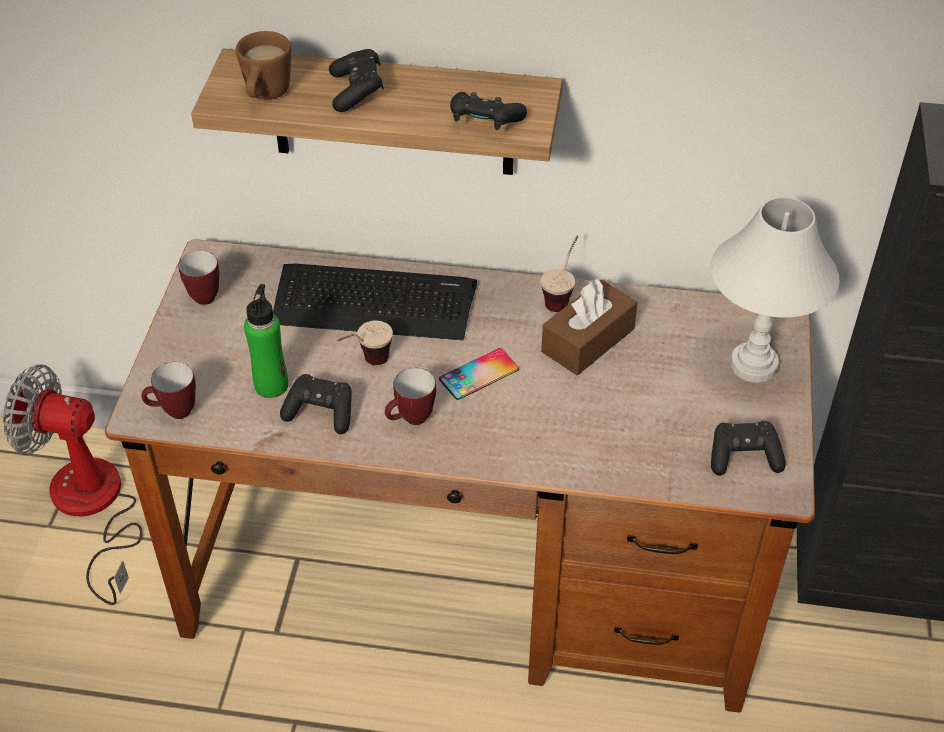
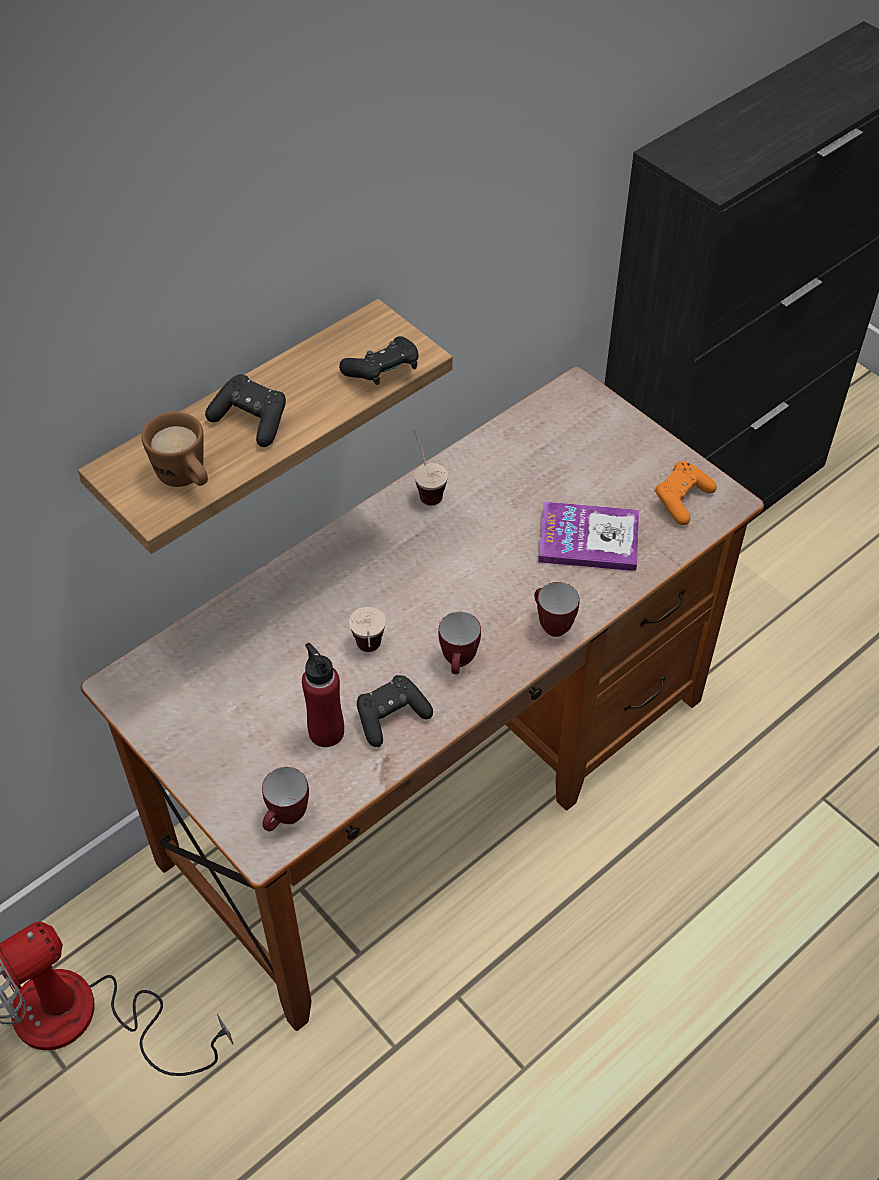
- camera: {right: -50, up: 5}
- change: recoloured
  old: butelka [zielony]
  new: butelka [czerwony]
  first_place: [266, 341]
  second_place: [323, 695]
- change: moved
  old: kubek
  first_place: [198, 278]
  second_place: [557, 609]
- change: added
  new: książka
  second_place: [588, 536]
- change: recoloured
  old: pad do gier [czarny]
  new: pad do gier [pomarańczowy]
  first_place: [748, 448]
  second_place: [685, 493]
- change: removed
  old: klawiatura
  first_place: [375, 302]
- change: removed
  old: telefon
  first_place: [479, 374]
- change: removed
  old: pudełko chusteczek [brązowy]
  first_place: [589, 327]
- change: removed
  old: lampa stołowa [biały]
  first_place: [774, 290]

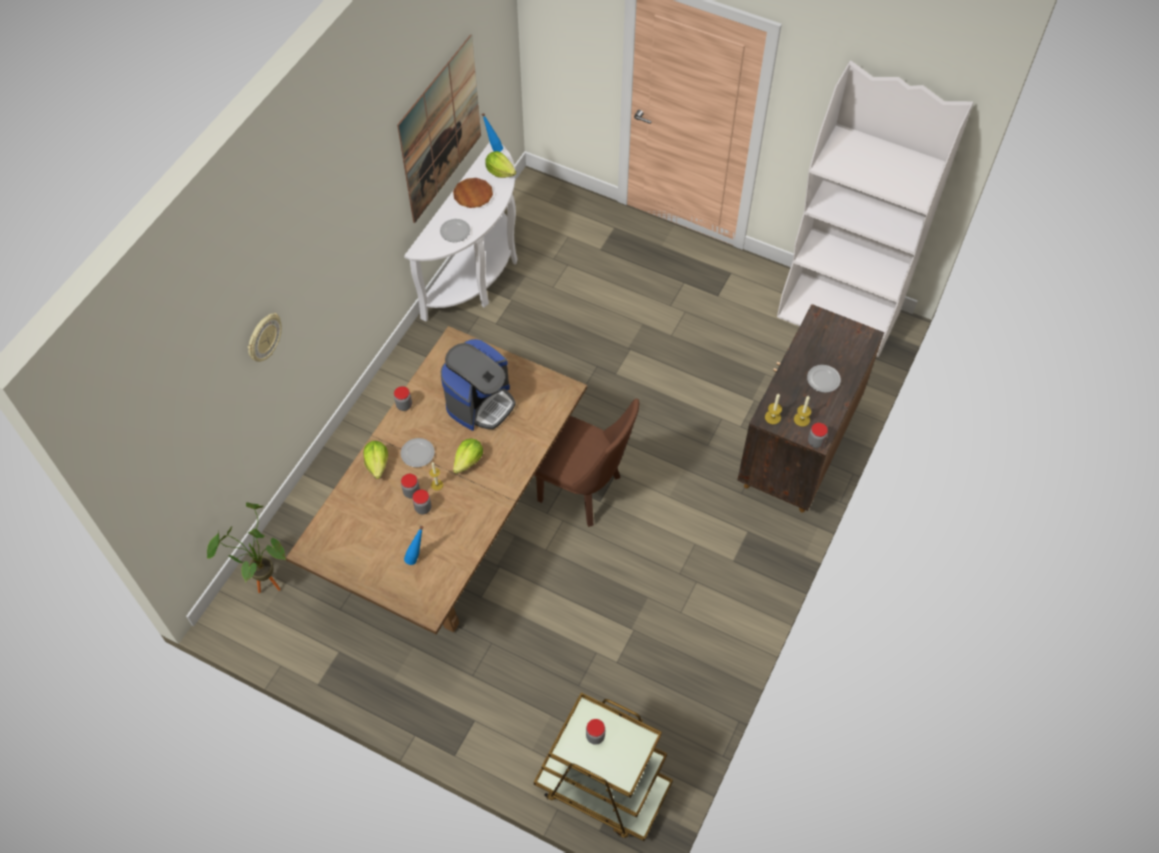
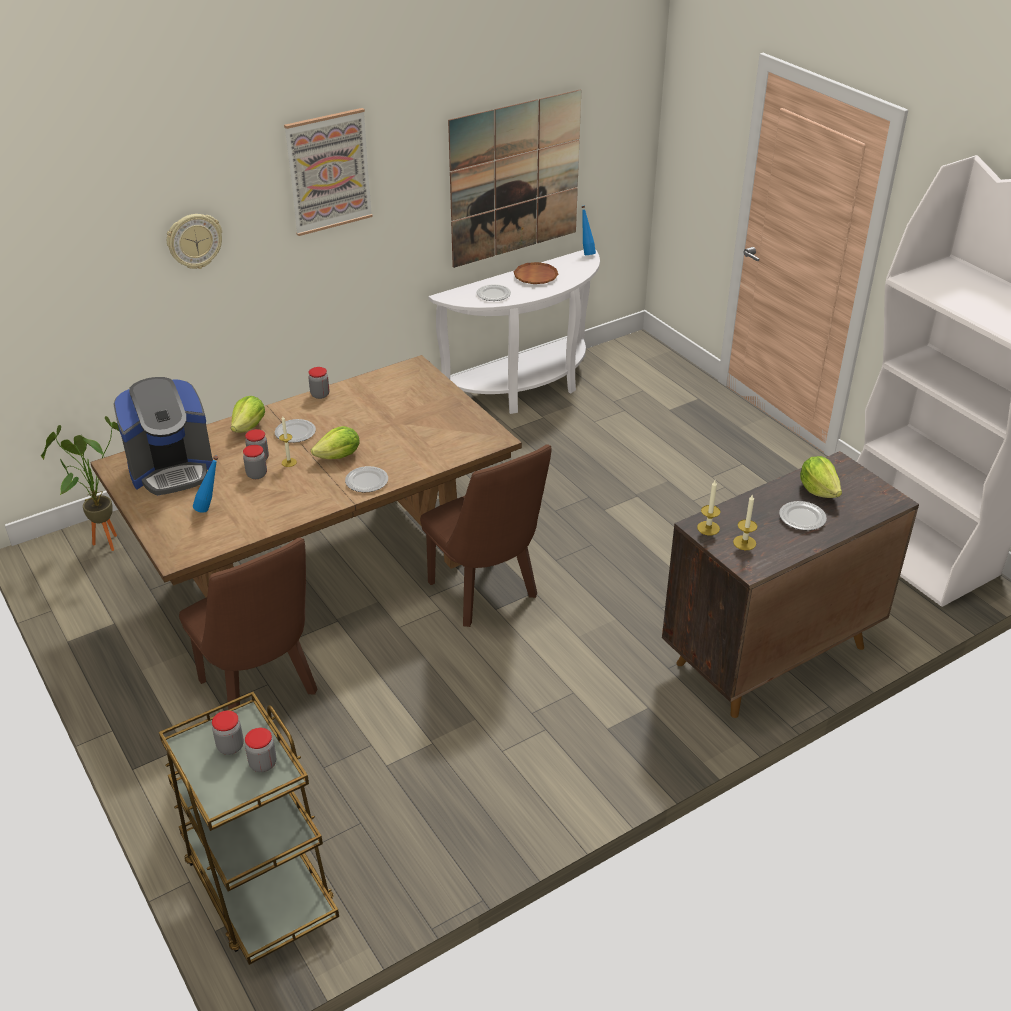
- camera: {right: 30, up: -20}
- change: moved
  old: ekspres do kawy
  first_place: [478, 385]
  second_place: [163, 436]
- change: added
  new: krzesło [brązowy]
  second_place: [248, 624]
- change: moved
  old: słoik
  first_place: [818, 435]
  second_place: [260, 750]
- change: added
  new: obraz
  second_place: [328, 172]
- change: added
  new: talerz
  second_place: [366, 479]
- change: moved
  old: sałata
  first_place: [500, 164]
  second_place: [821, 477]

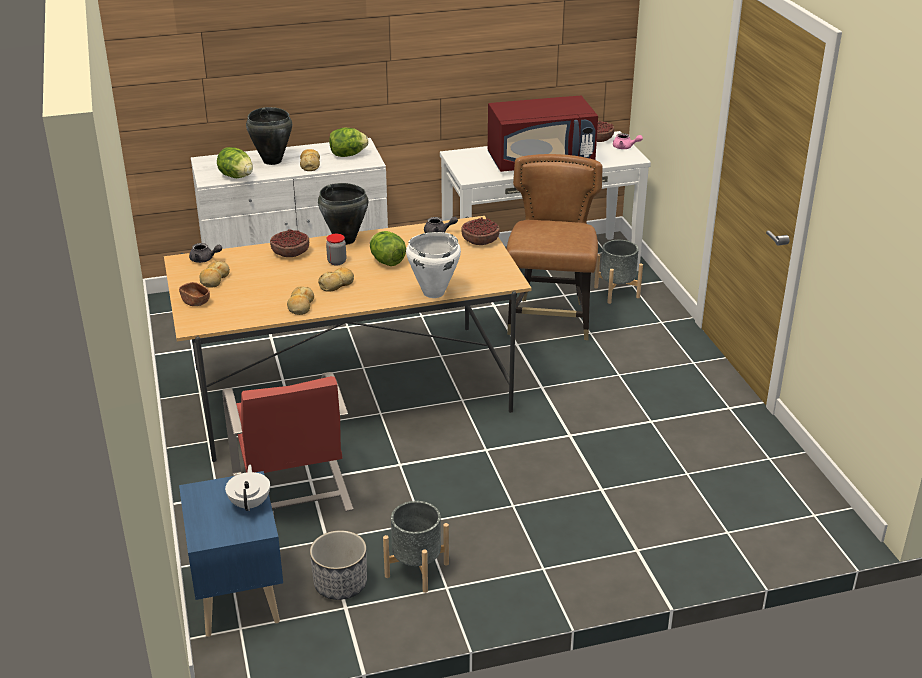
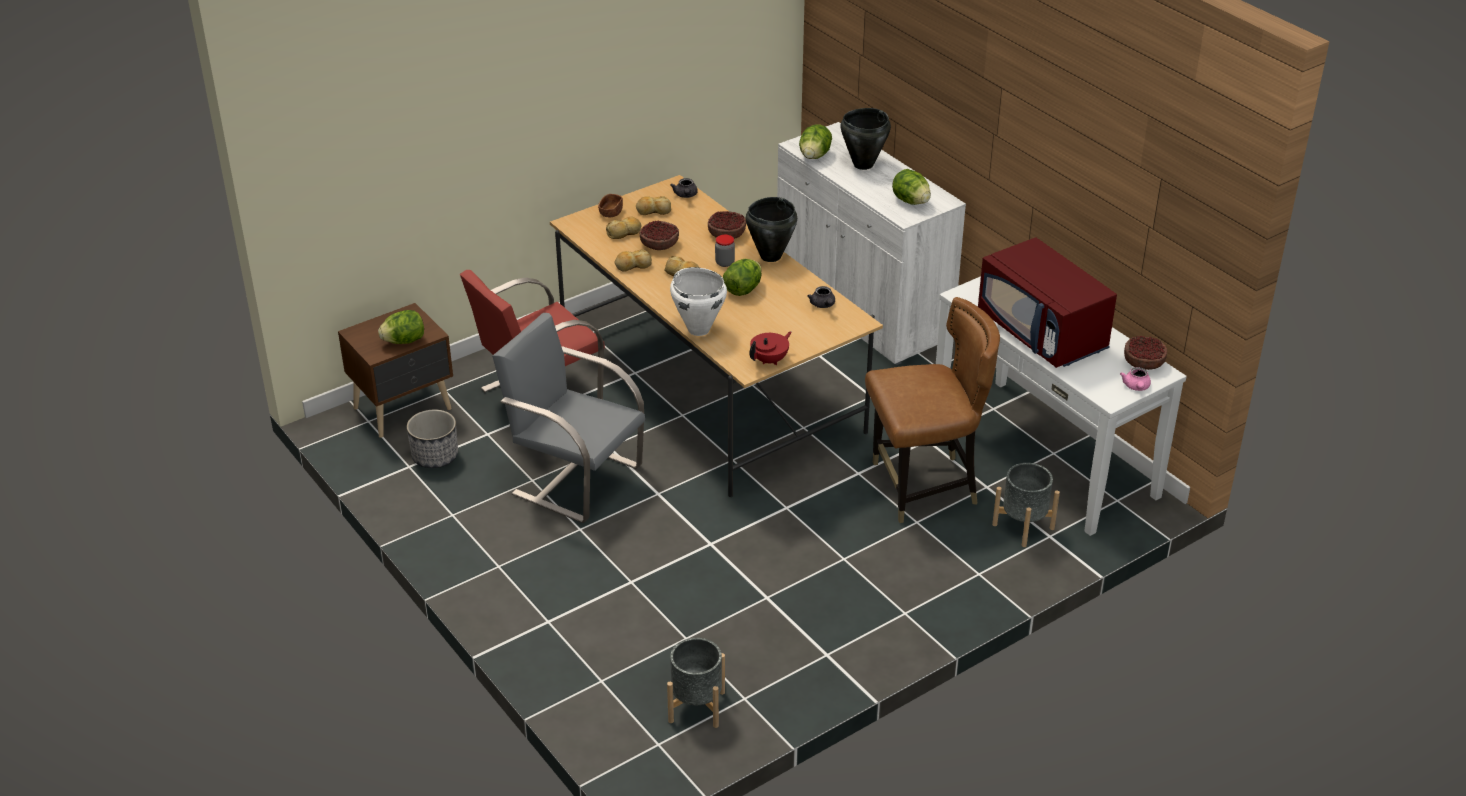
- camera: {right: 70, up: 5}
- change: recoloured
  old: szafka nocna [niebieski]
  new: szafka nocna [brązowy]
  first_place: [231, 554]
  second_place: [395, 370]
- change: replaced
  old: imbryk [biały]
  new: sałata
  first_place: [247, 488]
  second_place: [401, 327]
- change: added
  new: krzesło [szary]
  second_place: [568, 418]
- change: moved
  old: chleb
  first_place: [310, 160]
  second_place: [624, 228]
- change: moved
  old: miska
  first_place: [481, 231]
  second_place: [659, 235]
- change: moved
  old: donica [szary]
  first_place: [416, 547]
  second_place: [696, 683]
- change: added
  new: imbryk [czerwony]
  second_place: [770, 348]

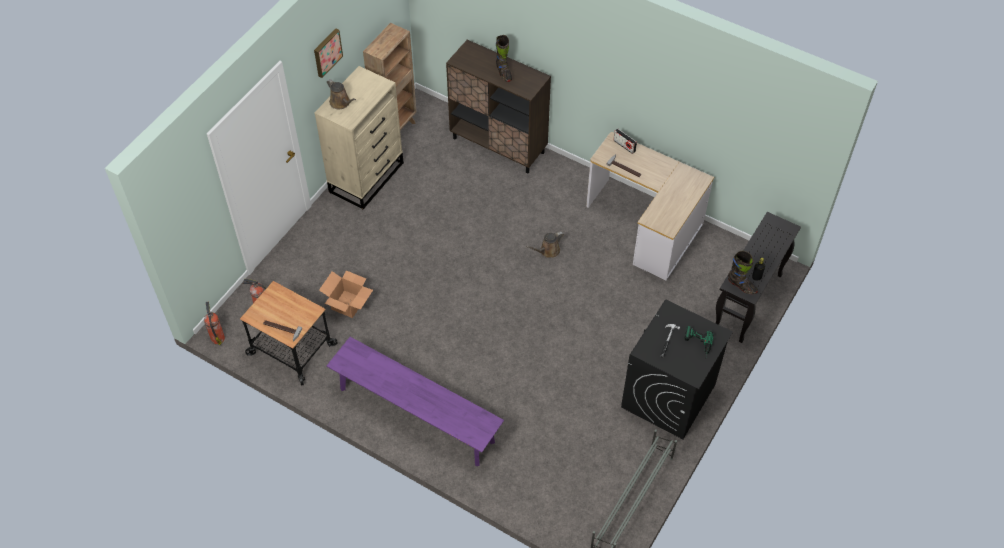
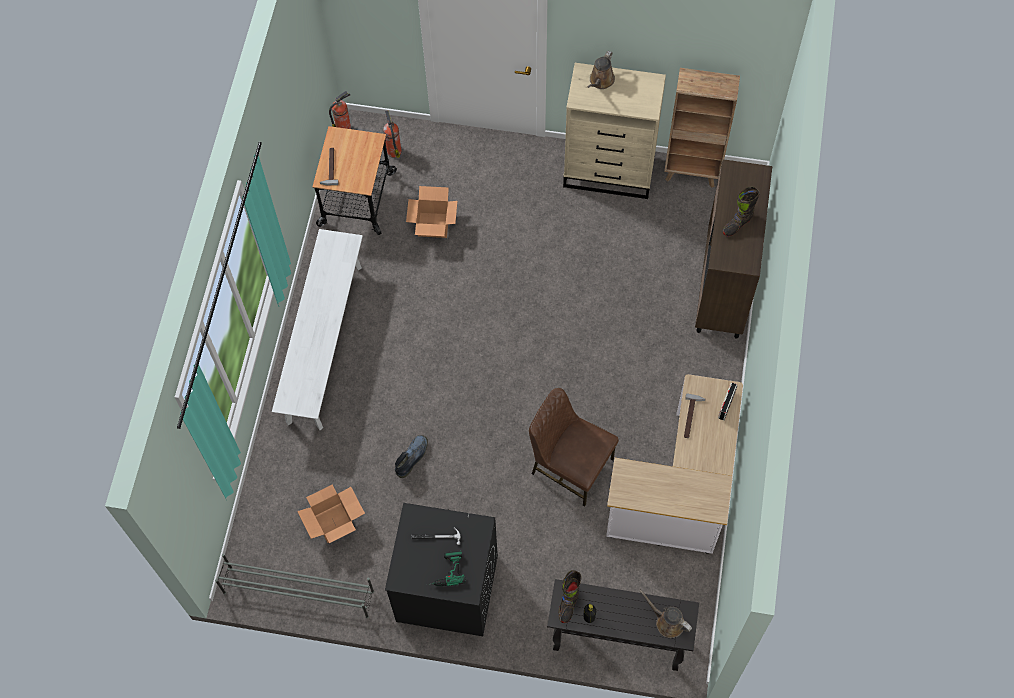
- camera: {right: 70, up: 10}
- change: recoloured
  old: ławka [fioletowy]
  new: ławka [biały]
  first_place: [415, 401]
  second_place: [317, 329]
- change: added
  new: karton
  second_place: [331, 514]
- change: added
  new: but z cholewką
  second_place: [411, 456]
- change: added
  new: krzesło [brązowy]
  second_place: [574, 447]
- change: moved
  old: konewka [brązowy]
  first_place: [545, 244]
  second_place: [665, 614]
- change: removed
  old: obraz
  first_place: [328, 53]

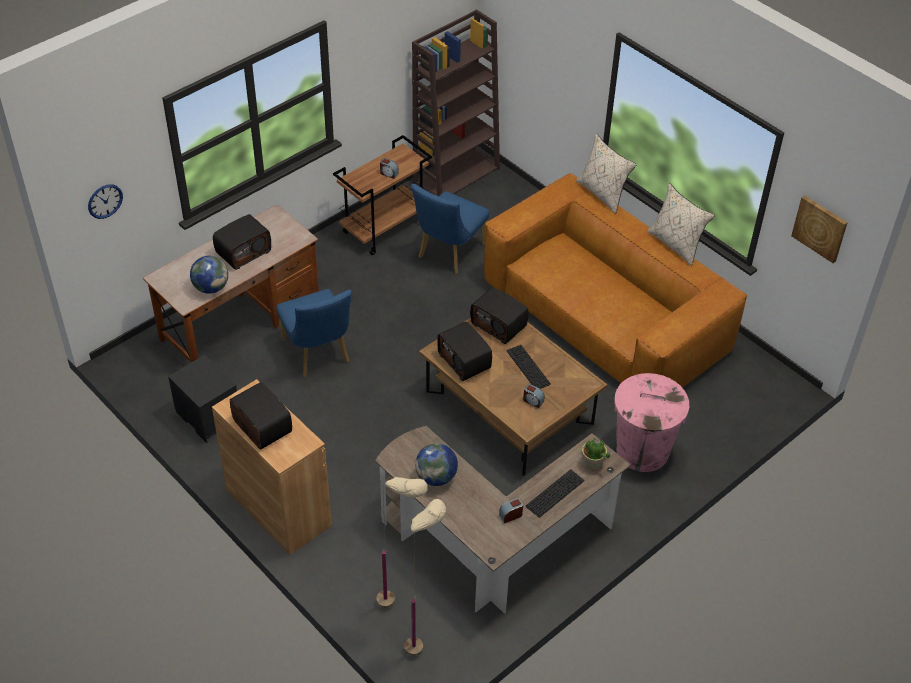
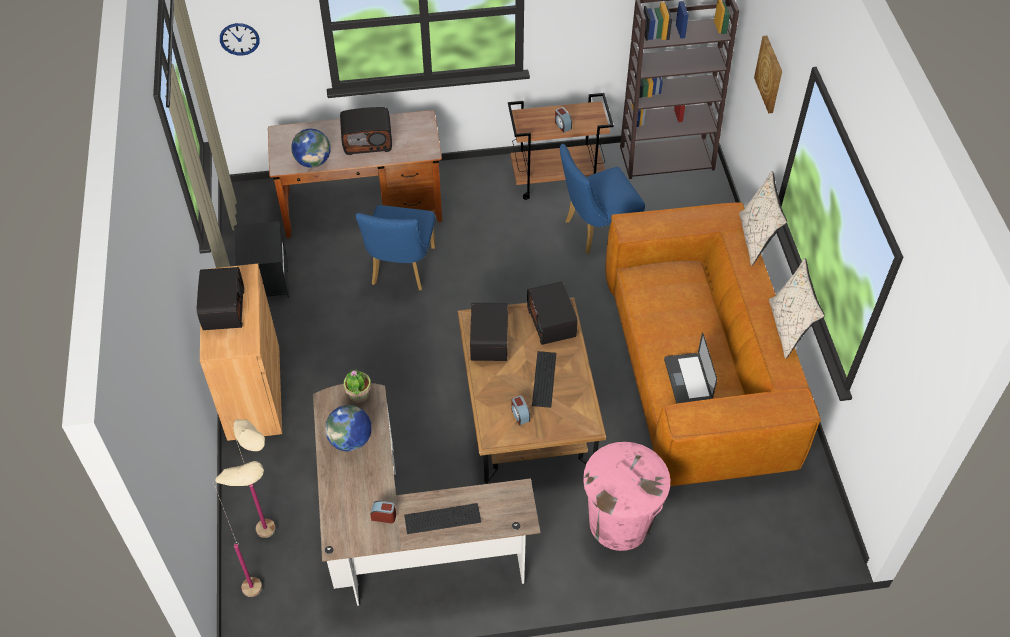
- camera: {right: 35, up: 5}
- change: moved
  old: roślina doniczkowa
  first_place: [595, 454]
  second_place: [357, 386]
- change: added
  new: laptop
  second_place: [690, 368]
- change: moved
  old: obraz
  first_place: [819, 229]
  second_place: [768, 74]

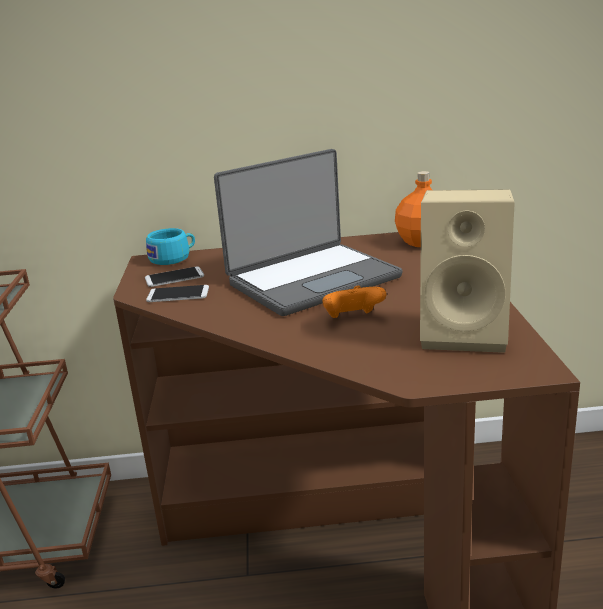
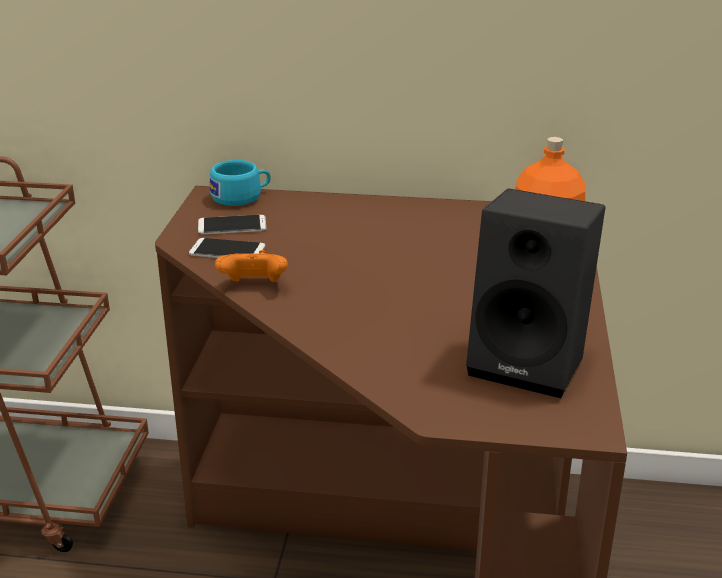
- camera: {right: 10, up: 5}
- change: moved
  old: pad do gier [pomarańczowy]
  first_place: [354, 302]
  second_place: [251, 266]
- change: recoloured
  old: głośnik [beżowy]
  new: głośnik [czarny]
  first_place: [467, 271]
  second_place: [536, 293]
- change: removed
  old: laptop
  first_place: [308, 232]

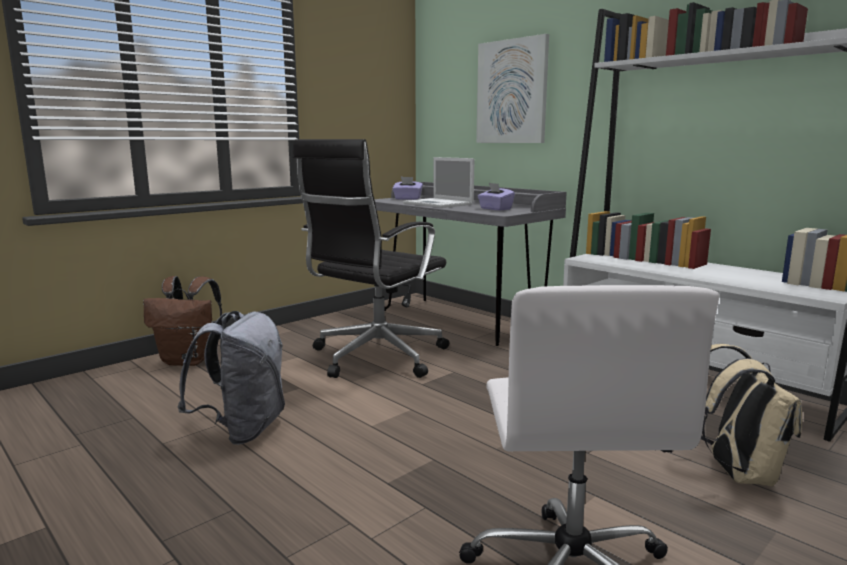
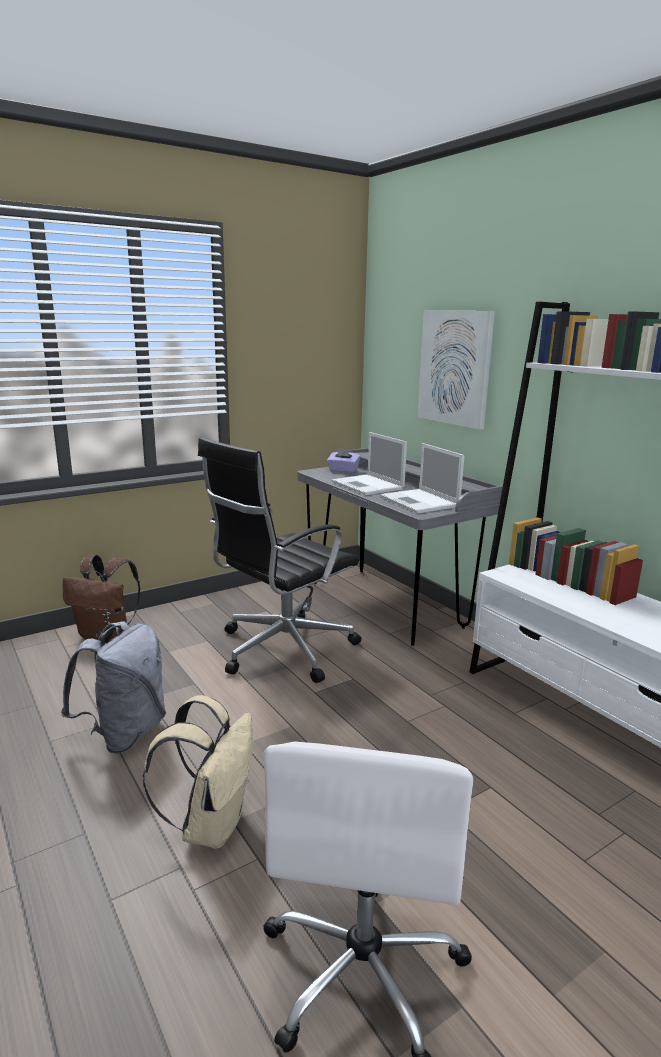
- camera: {right: 10, up: 5}
- change: moved
  old: plecak [beżowy]
  first_place: [751, 415]
  second_place: [198, 772]
- change: replaced
  old: pudełko chusteczek [fioletowy]
  new: laptop
  first_place: [496, 197]
  second_place: [422, 478]

